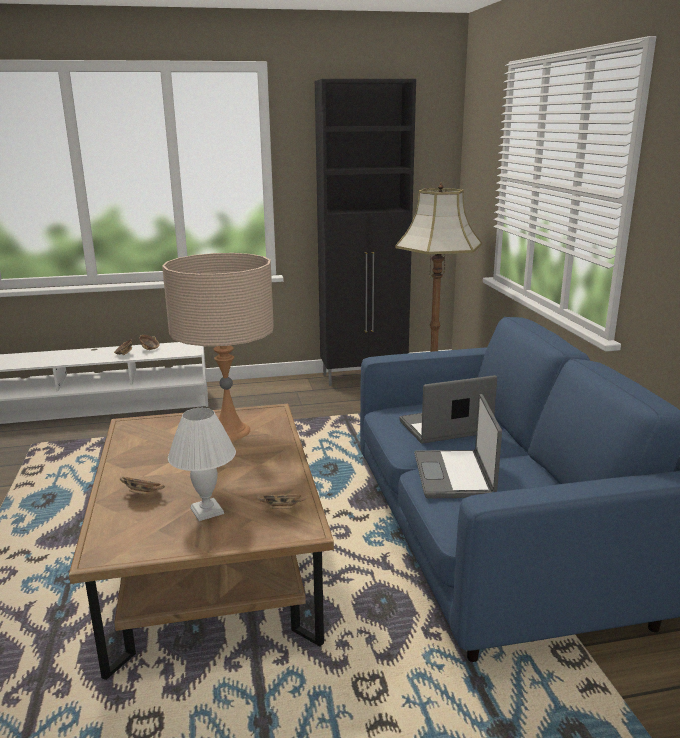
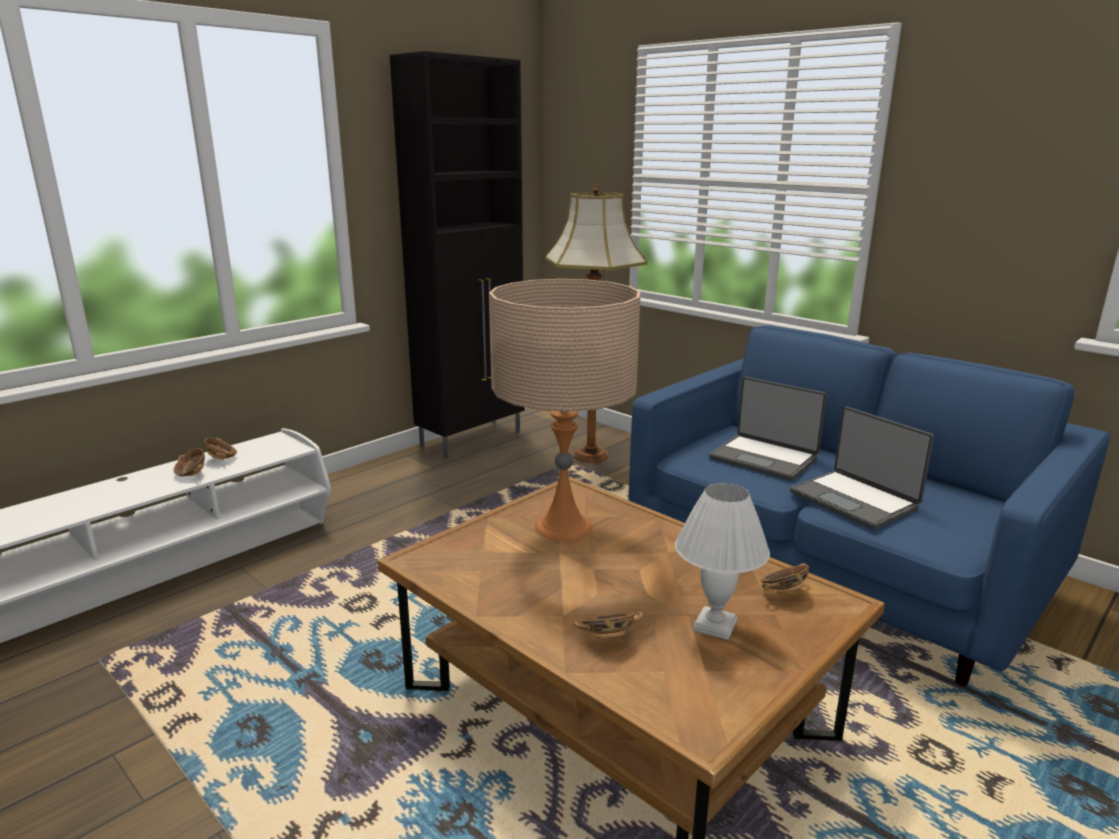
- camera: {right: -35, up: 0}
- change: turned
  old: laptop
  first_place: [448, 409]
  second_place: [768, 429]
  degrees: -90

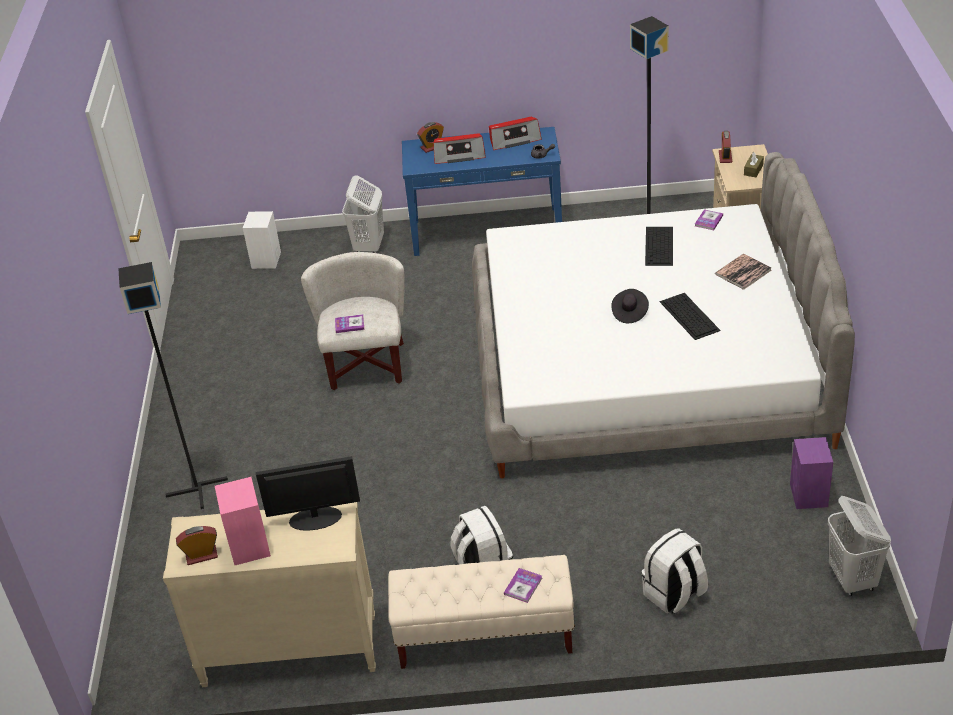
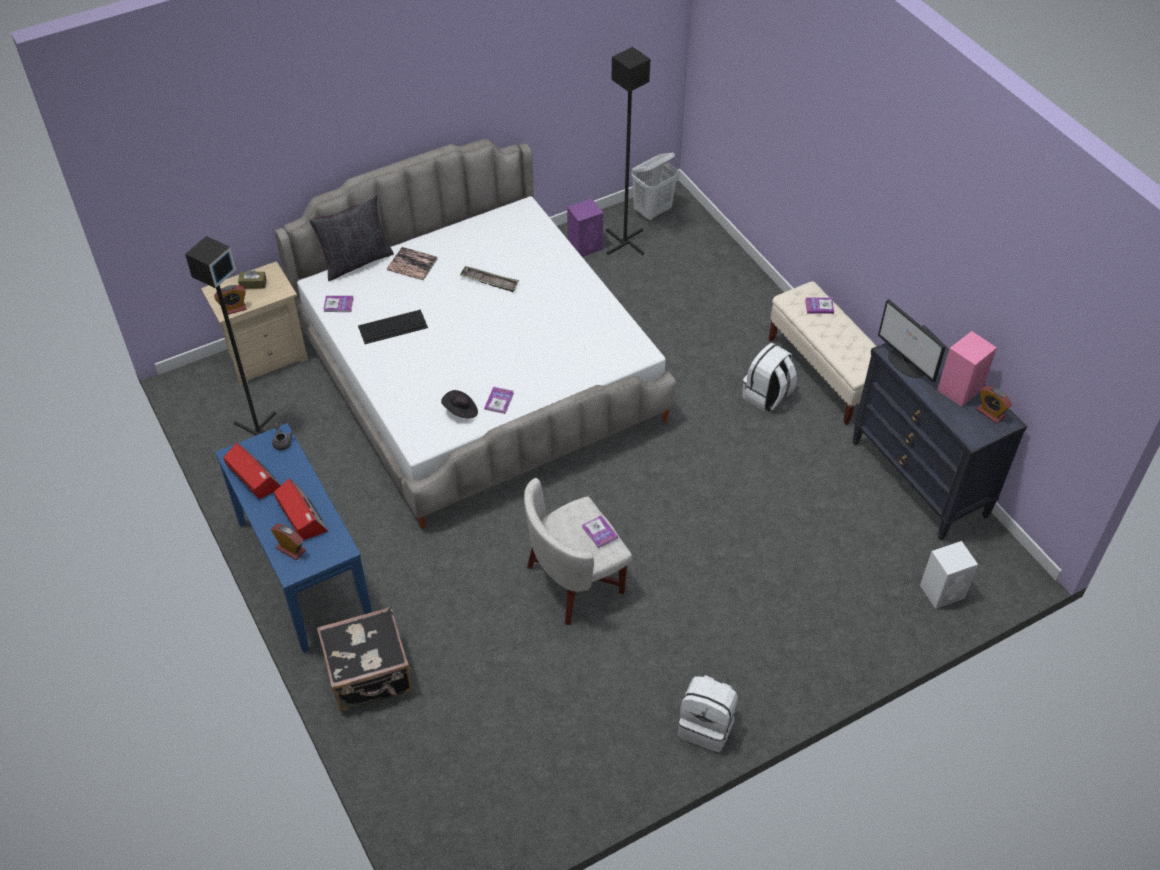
- camera: {right: -120, up: 10}
- change: added
  new: poduszka [czarny]
  second_place: [351, 238]
- change: replaced
  old: kosz na pranie [biały]
  new: walizka [czarny]
  first_place: [363, 214]
  second_place: [365, 659]
- change: moved
  old: kapelusz [czarny]
  first_place: [630, 306]
  second_place: [459, 404]
- change: replaced
  old: klawiatura
  new: taca
  first_place: [690, 316]
  second_place: [489, 279]
- change: added
  new: książka
  second_place: [499, 400]
- change: moved
  old: lampa stojąca [czarny]
  first_place: [173, 385]
  second_place: [628, 151]
- change: moved
  old: plecak [biały]
  first_place: [675, 571]
  second_place: [708, 713]
- change: recoloured
  old: komoda [beżowy]
  new: komoda [czarny]
  first_place: [269, 594]
  second_place: [940, 432]
- change: moved
  old: głośnik [biały]
  first_place: [262, 240]
  second_place: [949, 575]

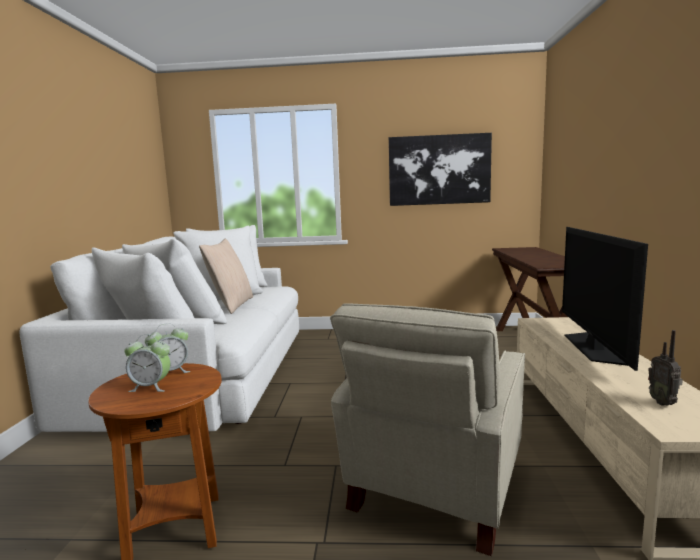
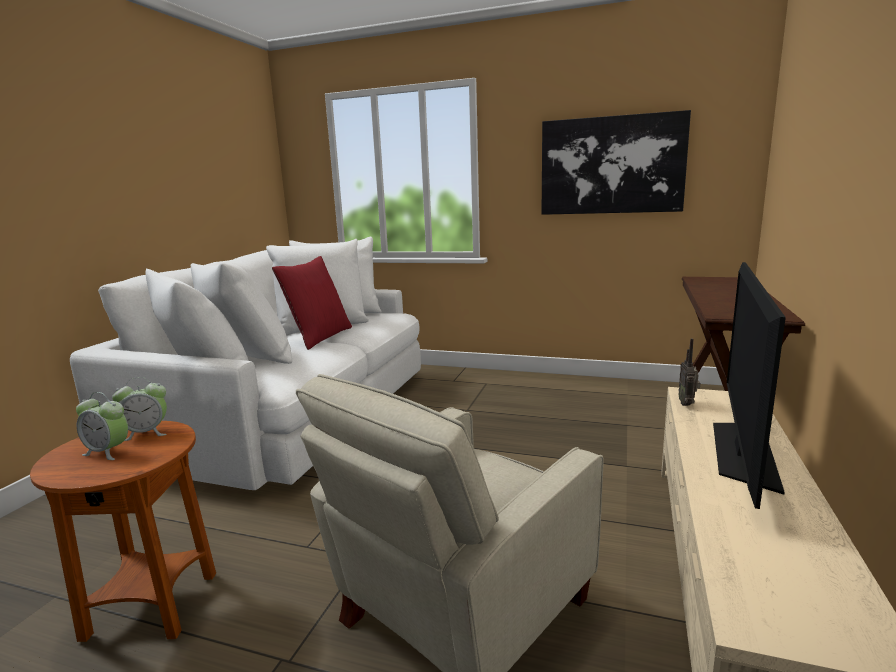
- camera: {right: 15, up: 5}
- change: recoloured
  old: poduszka [beżowy]
  new: poduszka [czerwony]
  first_place: [226, 276]
  second_place: [312, 303]
- change: moved
  old: radio
  first_place: [665, 368]
  second_place: [689, 372]

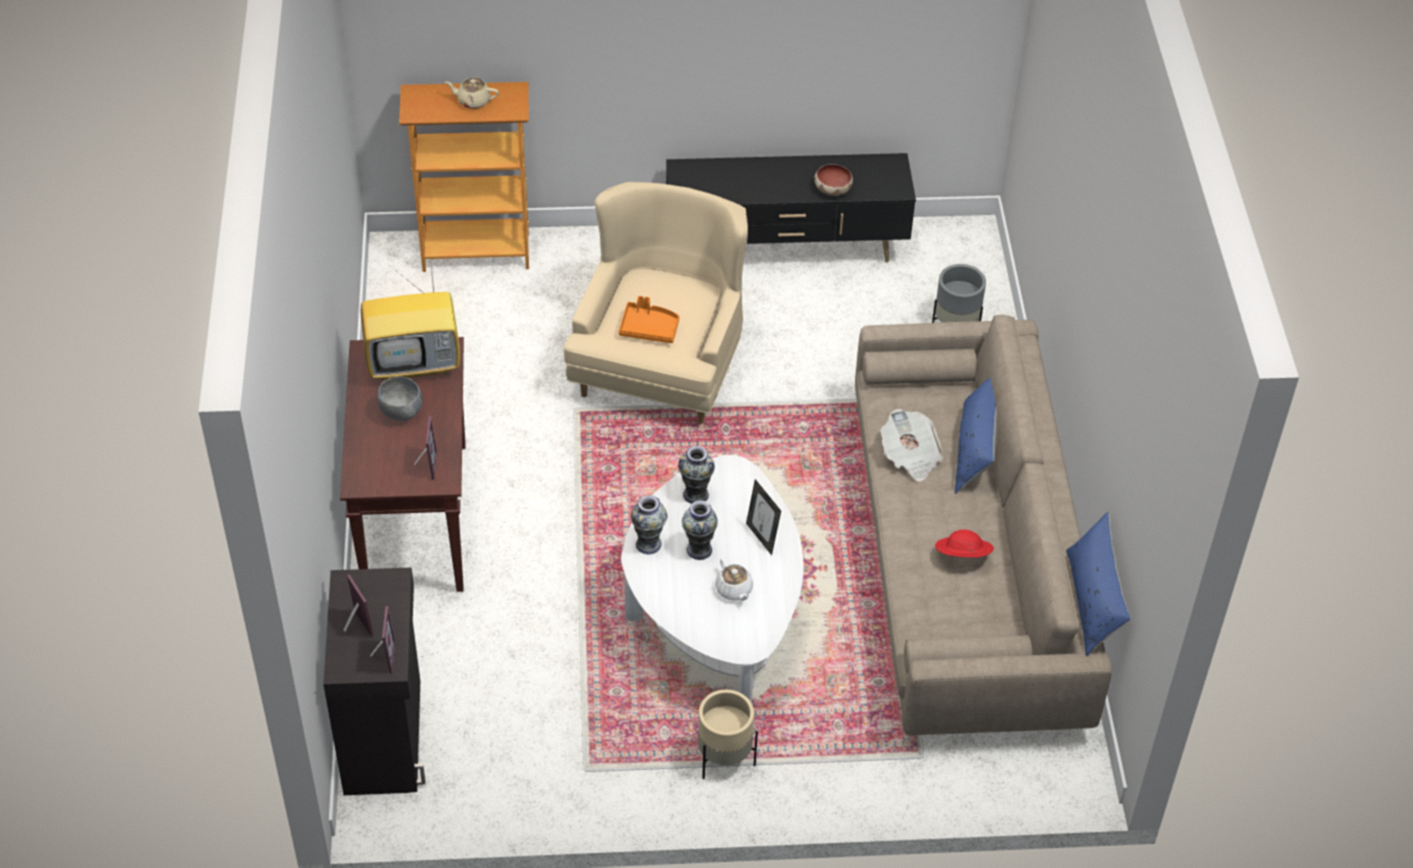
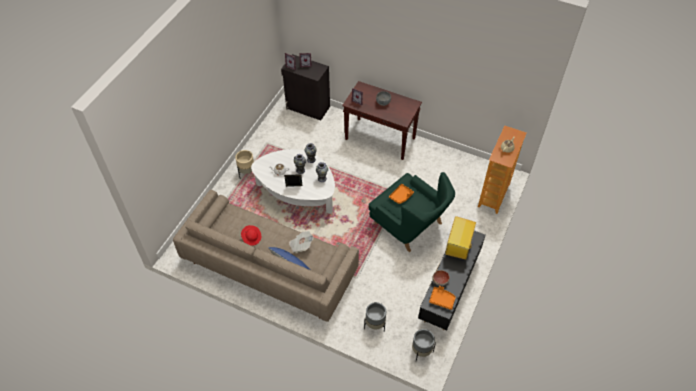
- camera: {right: 120, up: 5}
- change: recoloured
  old: fotel [beżowy]
  new: fotel [zielony]
  first_place: [655, 303]
  second_place: [412, 212]
- change: added
  new: donica [szary]
  second_place: [424, 345]
- change: added
  new: taca [pomarańczowy]
  second_place: [442, 298]
- change: moved
  old: telewizor
  first_place: [410, 319]
  second_place: [461, 238]
- change: removed
  old: poduszka [niebieski]
  first_place: [1098, 584]

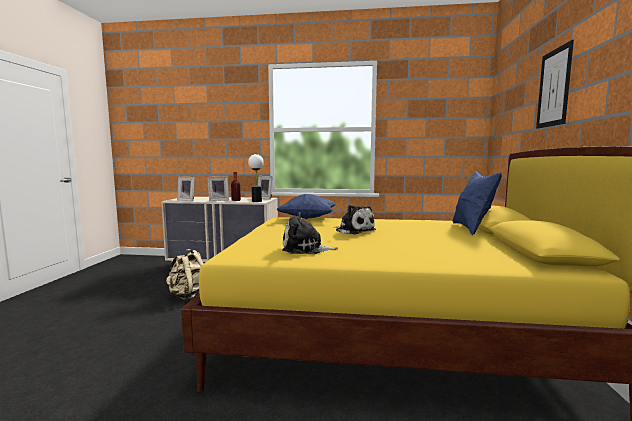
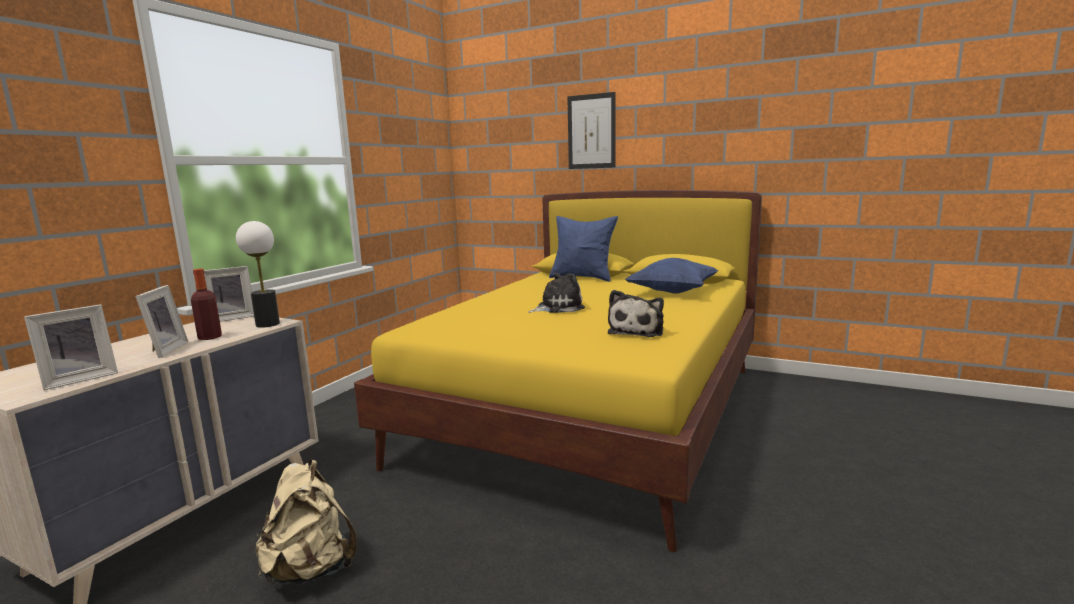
- camera: {right: -70, up: 5}
- change: moved
  old: poduszka [niebieski]
  first_place: [306, 206]
  second_place: [671, 275]

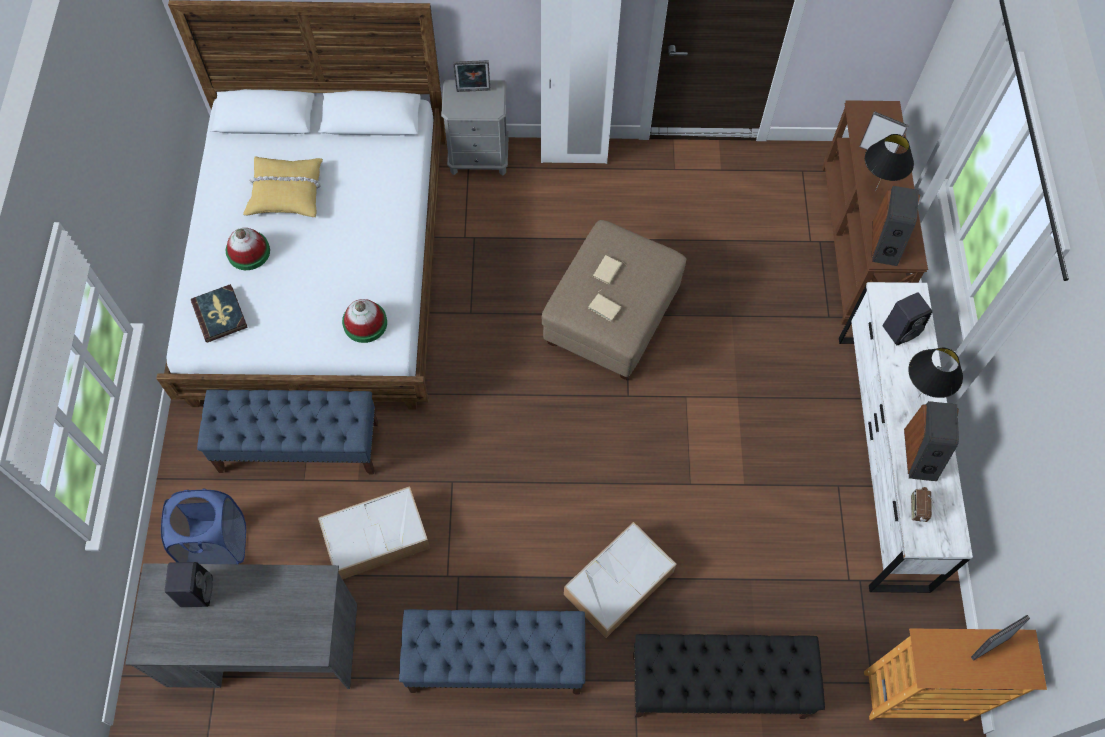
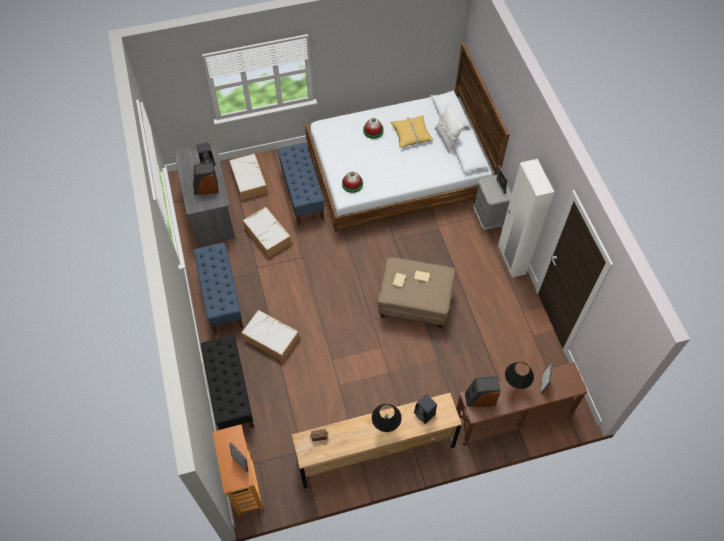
- camera: {right: 75, up: -5}
- change: moved
  old: głośnik
  first_place: [931, 441]
  second_place: [206, 178]
- change: replaced
  old: kosz na pranie [niebieski]
  new: pojemnik do przechowywania
  first_place: [203, 526]
  second_place: [248, 177]
- change: recoloured
  old: komoda [biały]
  new: komoda [brązowy]
  first_place: [906, 437]
  second_place: [376, 441]
- change: added
  new: poduszka [biały]
  second_place: [449, 128]
- change: removed
  old: książka
  first_place: [219, 313]

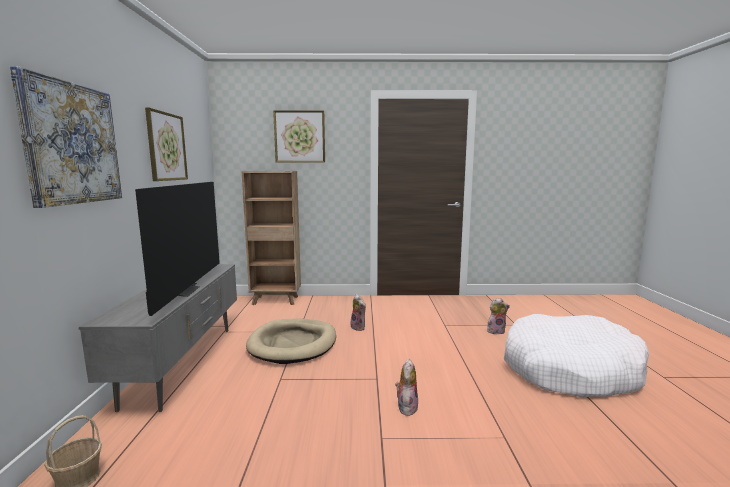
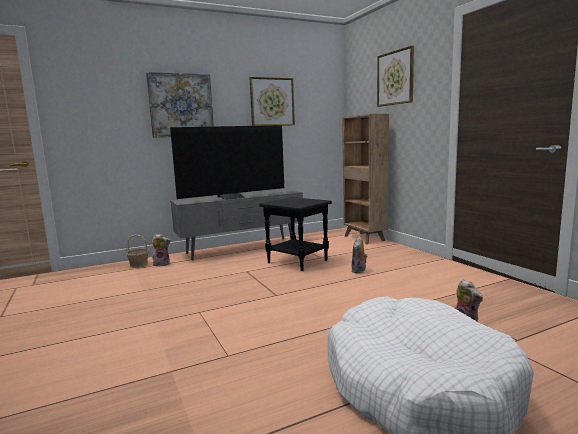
- camera: {right: 65, up: 0}
- change: moved
  old: pluszak
  first_place: [406, 387]
  second_place: [161, 250]
- change: replaced
  old: legowisko [beżowy]
  new: stolik [czarny]
  first_place: [291, 341]
  second_place: [295, 234]

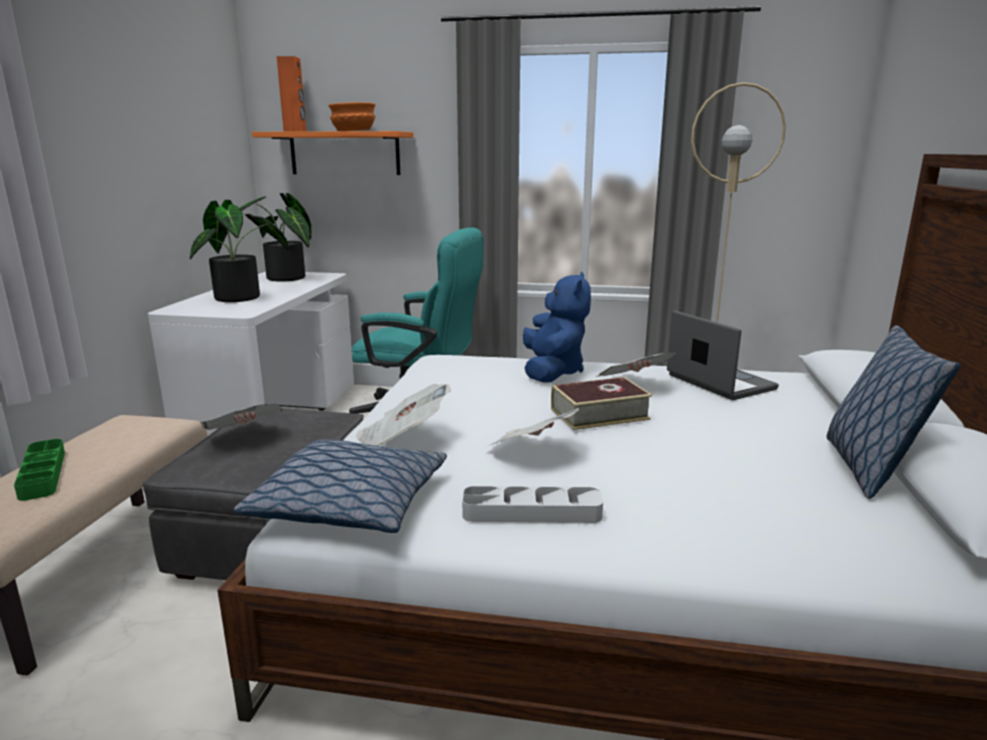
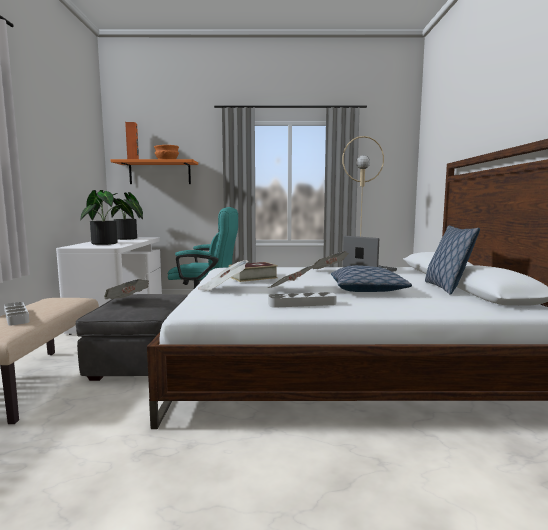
- camera: {right: -10, up: -10}
- change: recoloured
  old: taca [zielony]
  new: taca [szary]
  first_place: [39, 470]
  second_place: [17, 313]
- change: moved
  old: książka
  first_place: [601, 403]
  second_place: [253, 272]
- change: moved
  old: poduszka
  first_place: [340, 486]
  second_place: [371, 278]
- change: removed
  old: pluszak [niebieski]
  first_place: [557, 327]

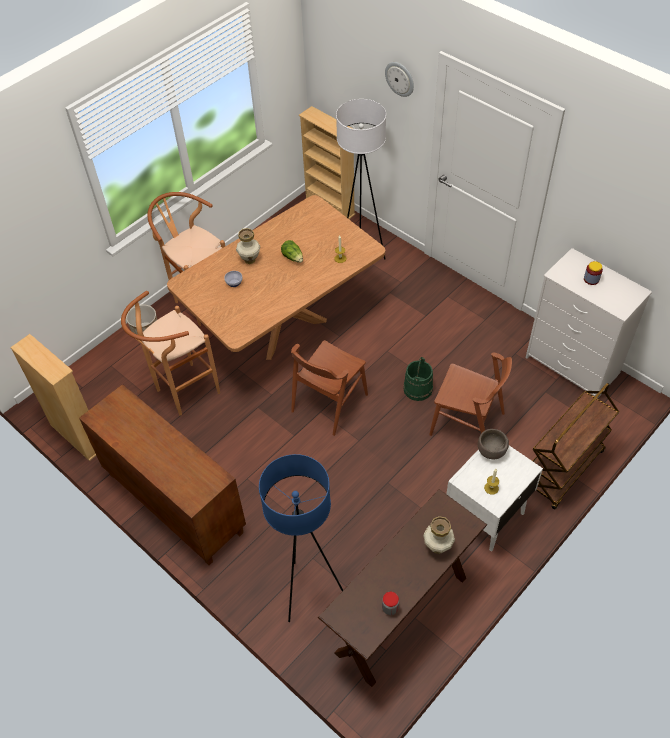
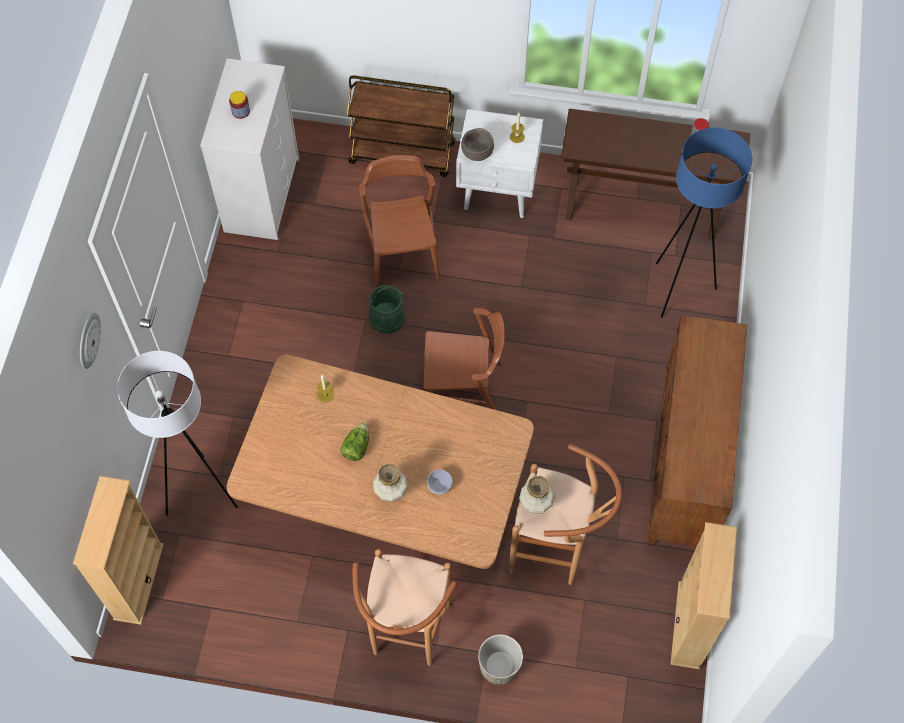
- camera: {right: -125, up: 10}
- change: moved
  old: wazon
  first_place: [439, 535]
  second_place: [537, 495]

